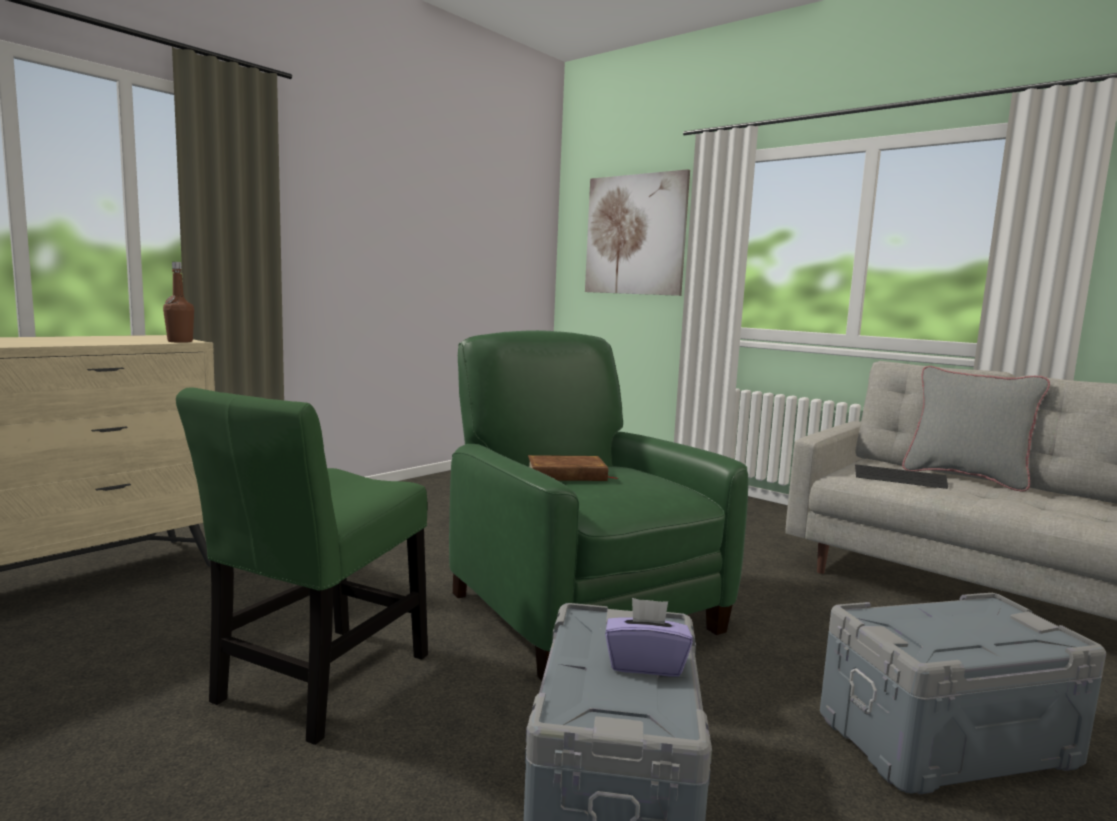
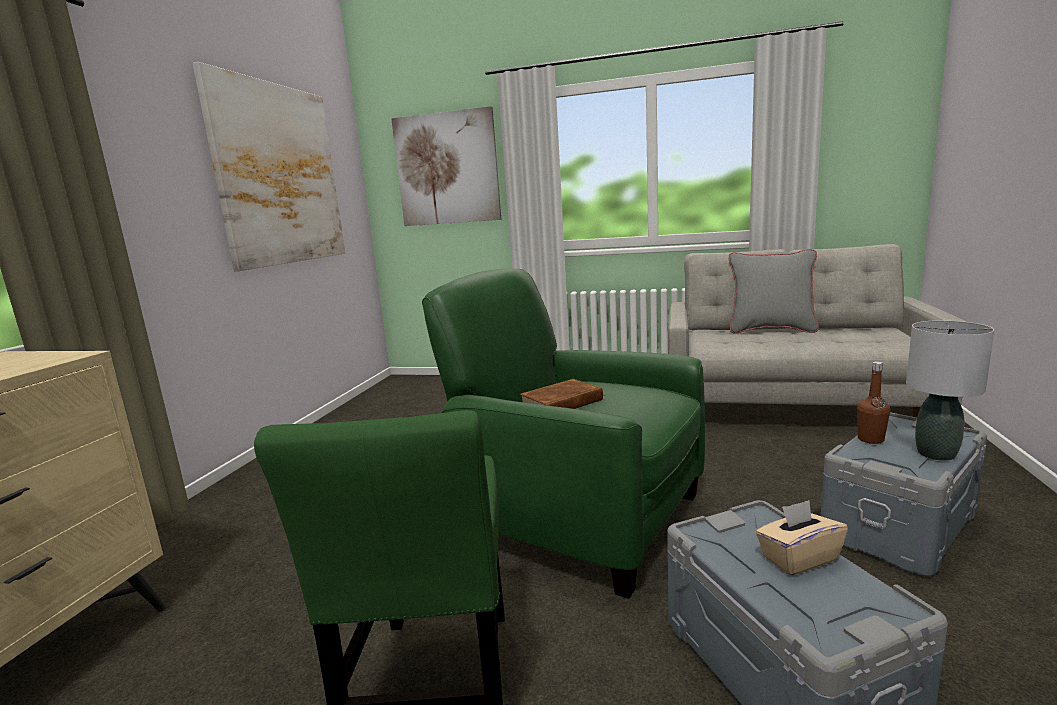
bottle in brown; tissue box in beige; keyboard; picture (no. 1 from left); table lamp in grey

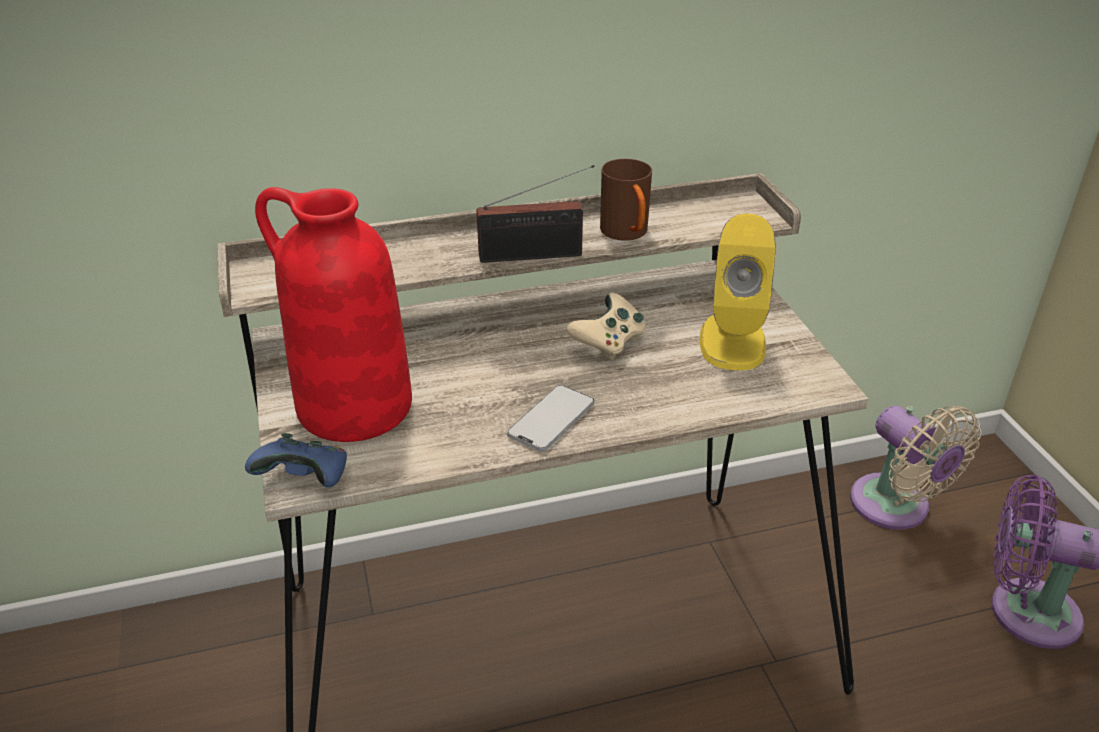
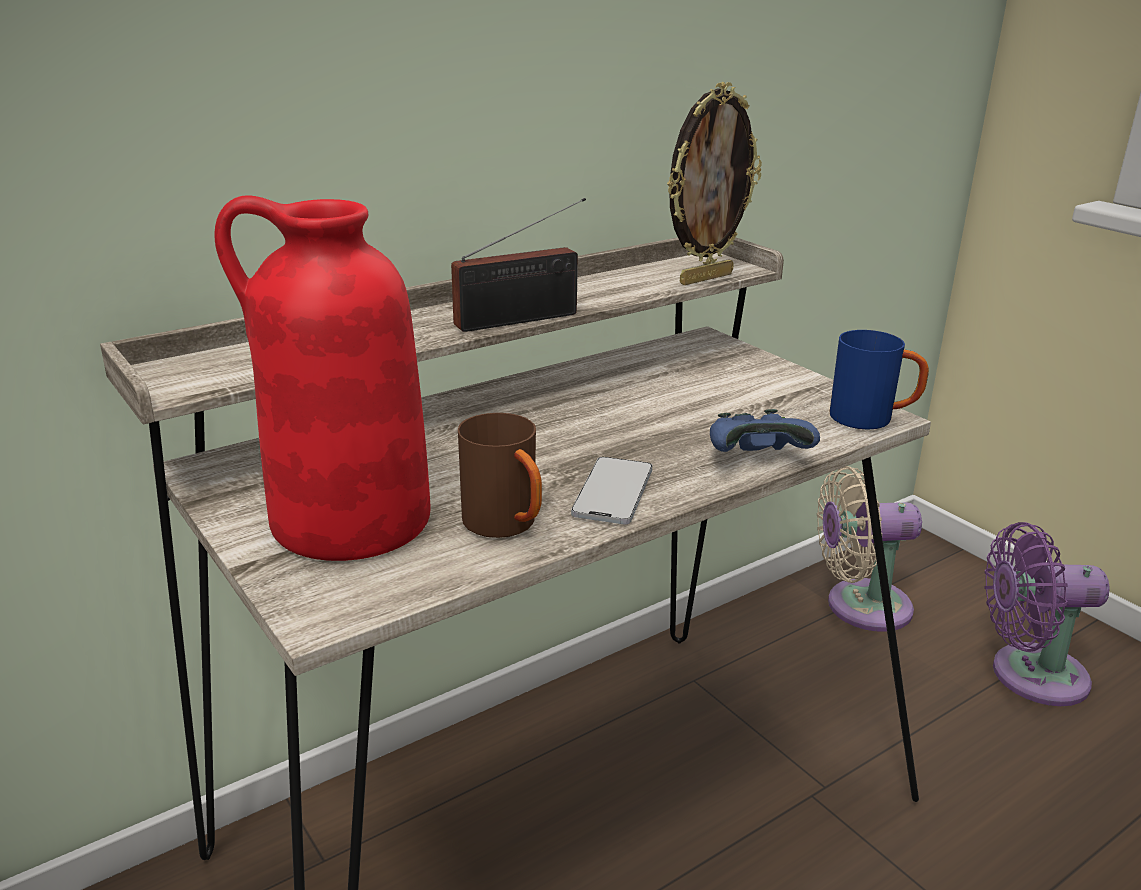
game controller in blue; game controller in beige; mug in brown; speaker in yellow; fan in beige; picture frame; mug in blue

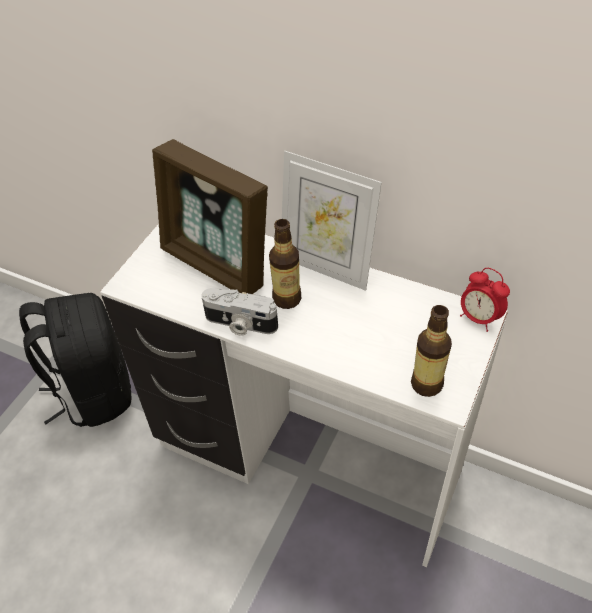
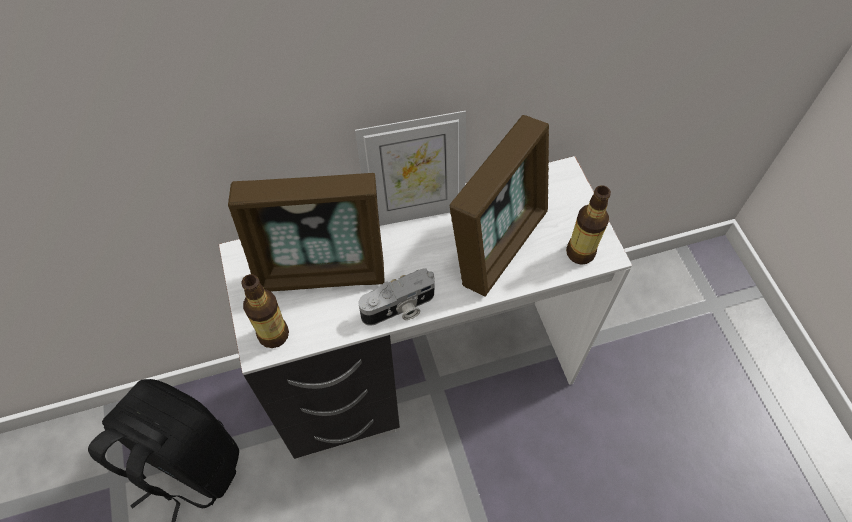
bottle (no. 1 from left); alarm clock; picture frame (no. 3 from left)

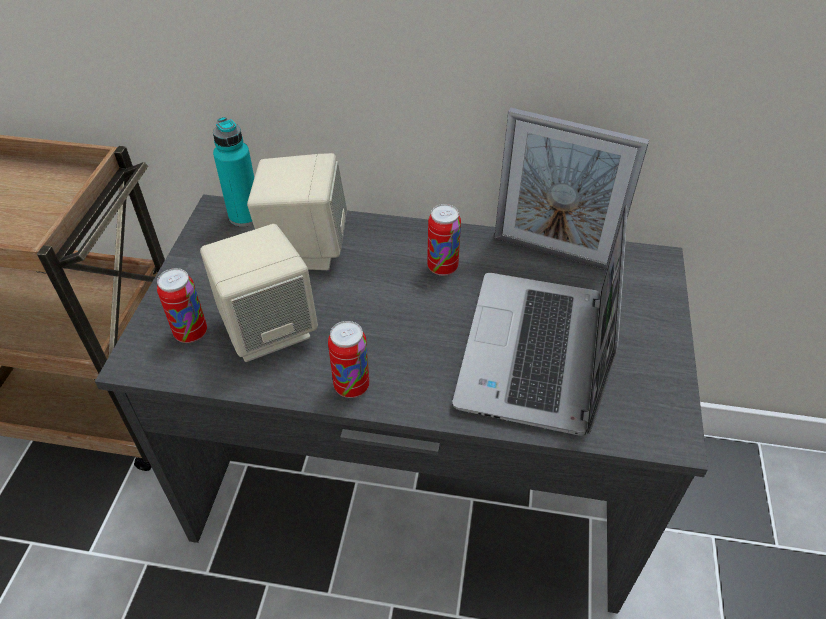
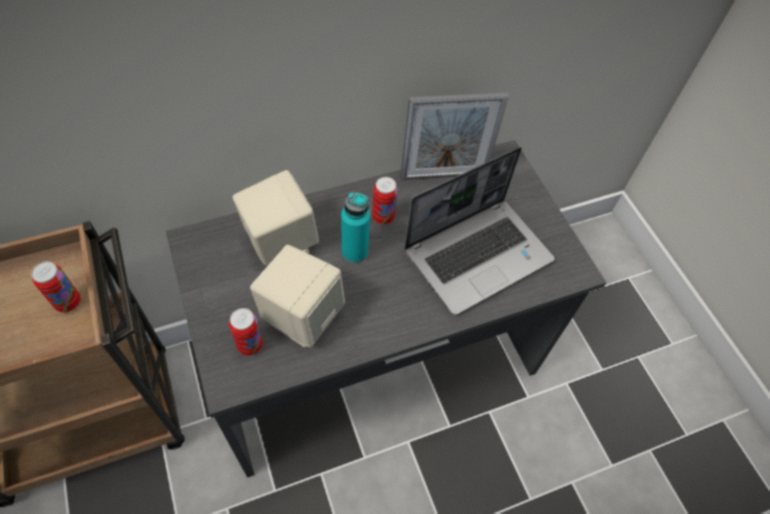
bottle in turquoise; can (no. 1 from left); laptop

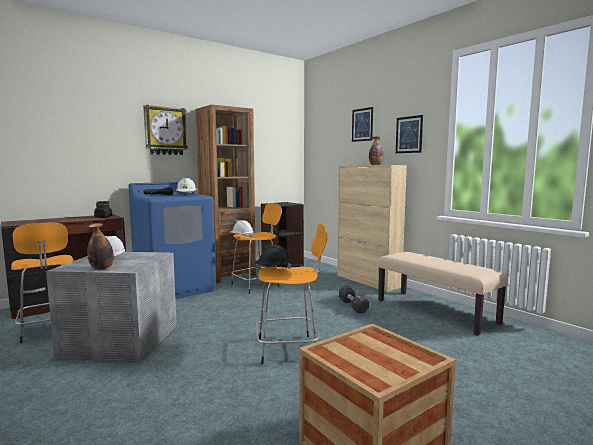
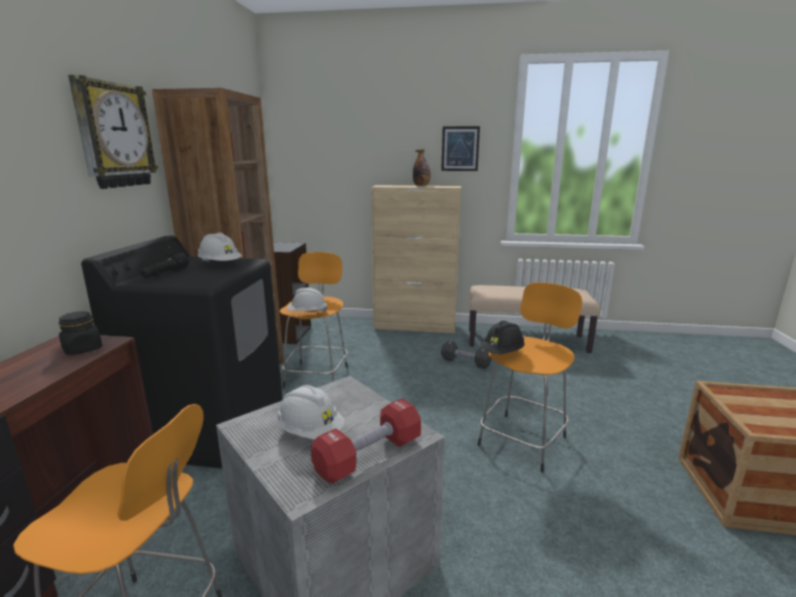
dumbbell in red; washing machine in black; picture (no. 1 from left in the first image)

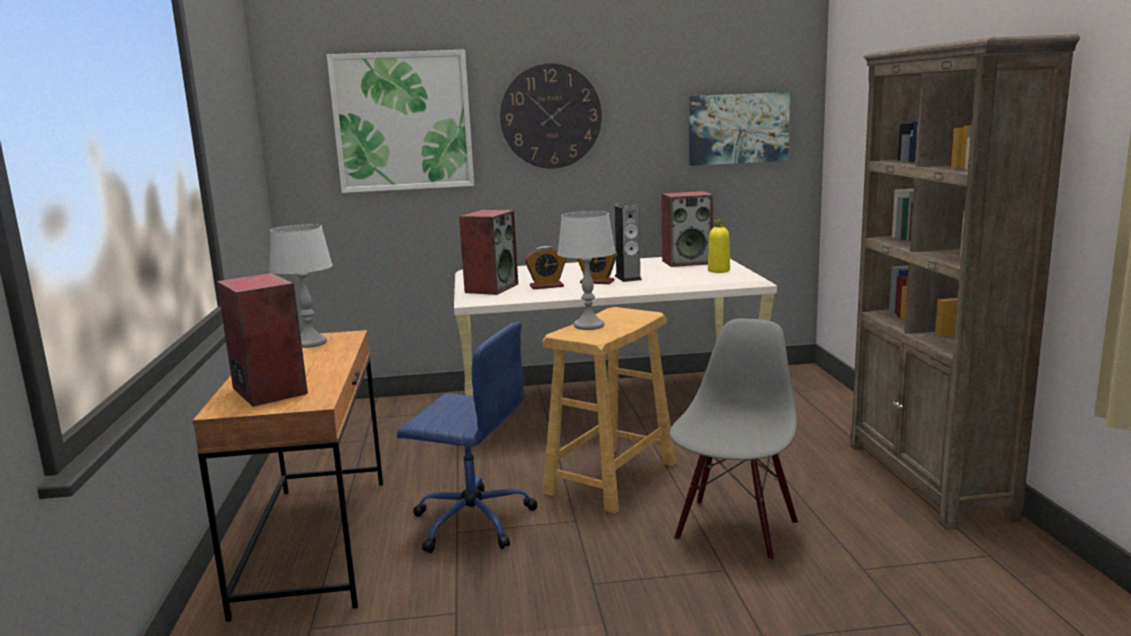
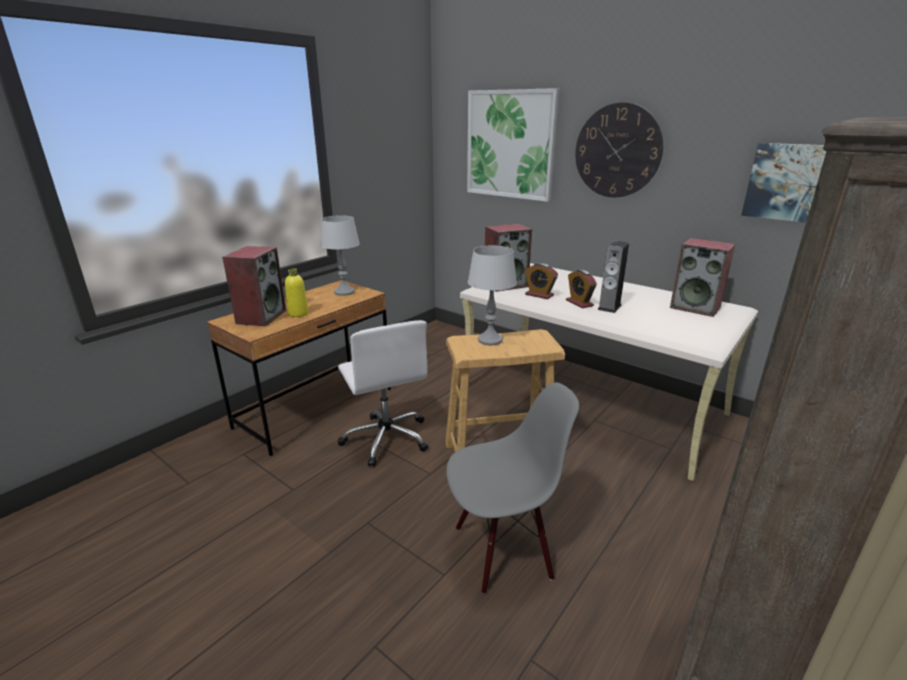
office chair in white; bottle in yellow

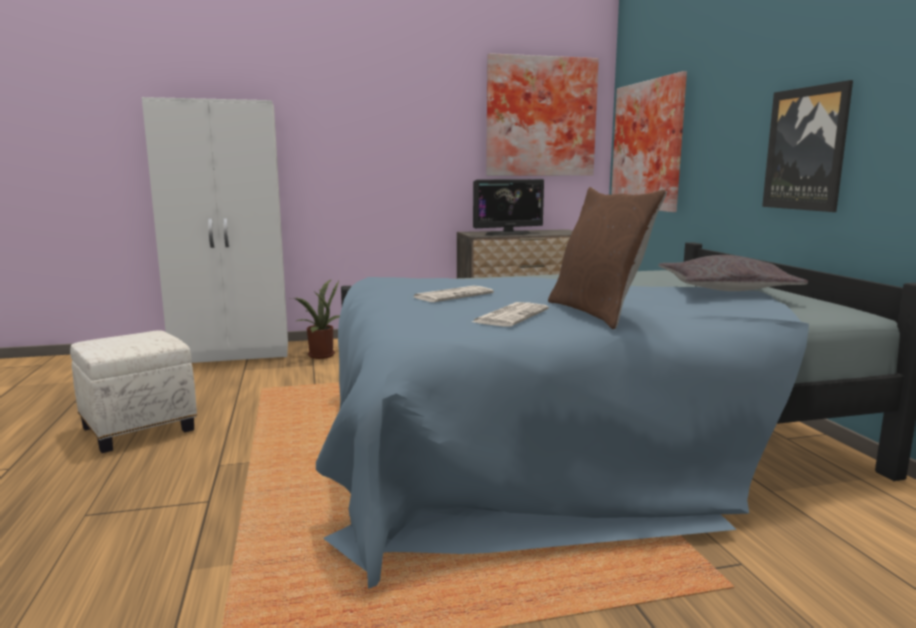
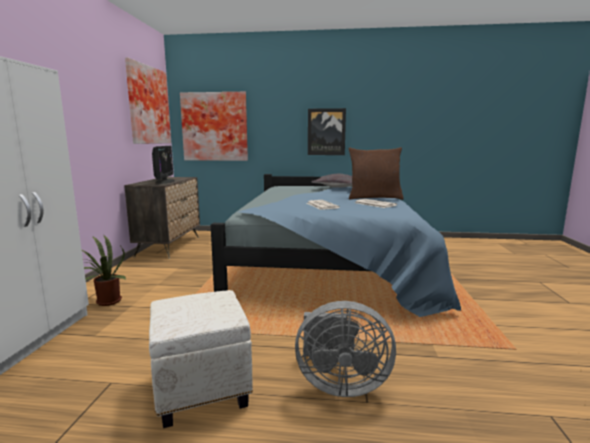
fan in grey

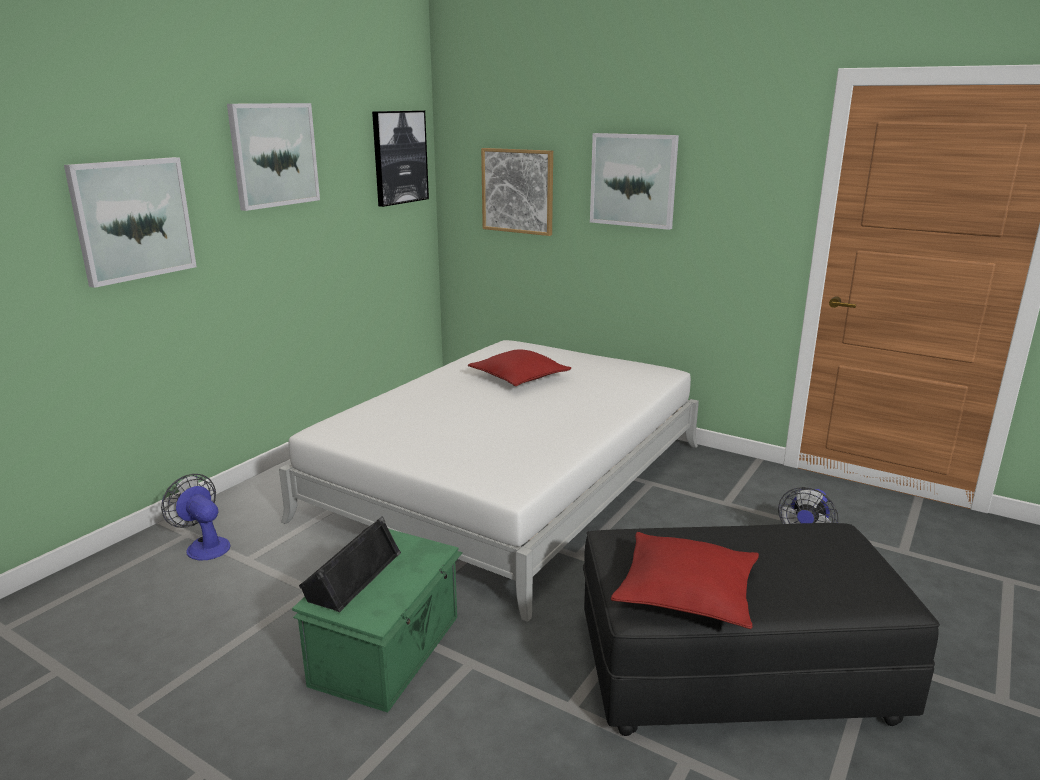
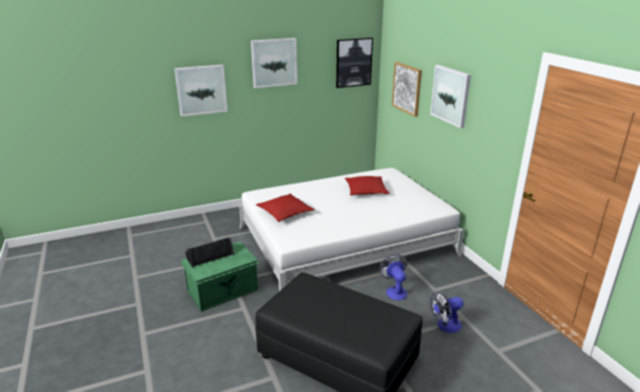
fan (no. 1 from left); pillow in red (no. 1 from left)

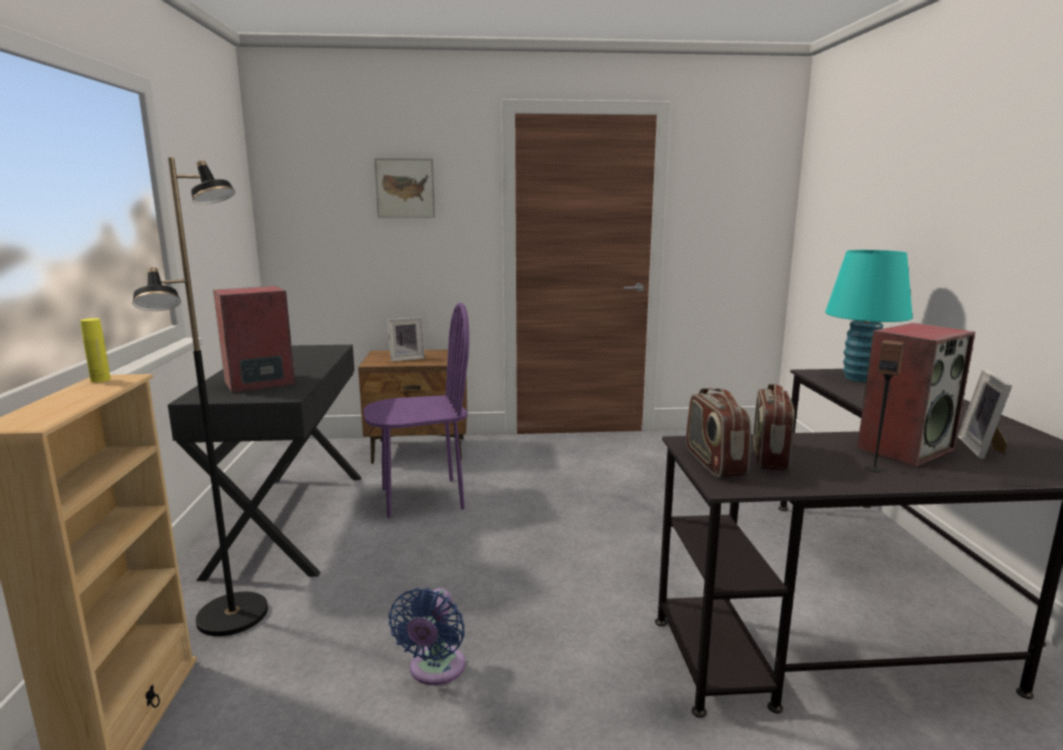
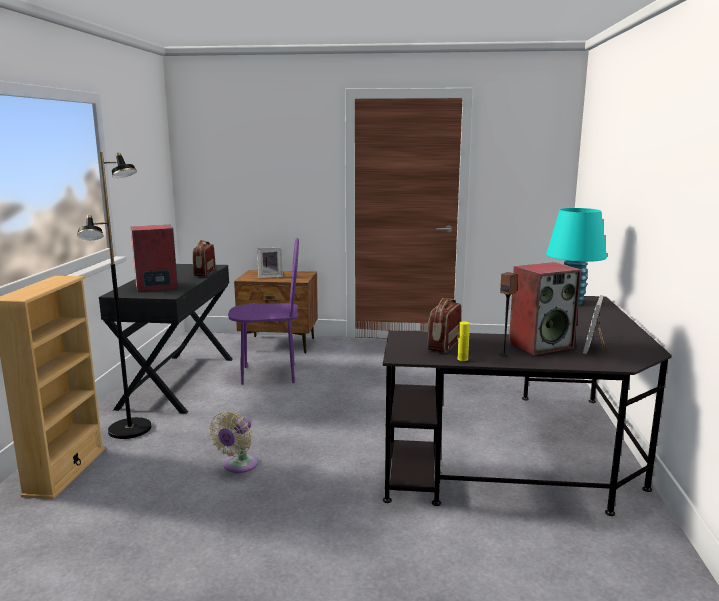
bottle in yellow; picture; fan in beige; radio (no. 1 from left)

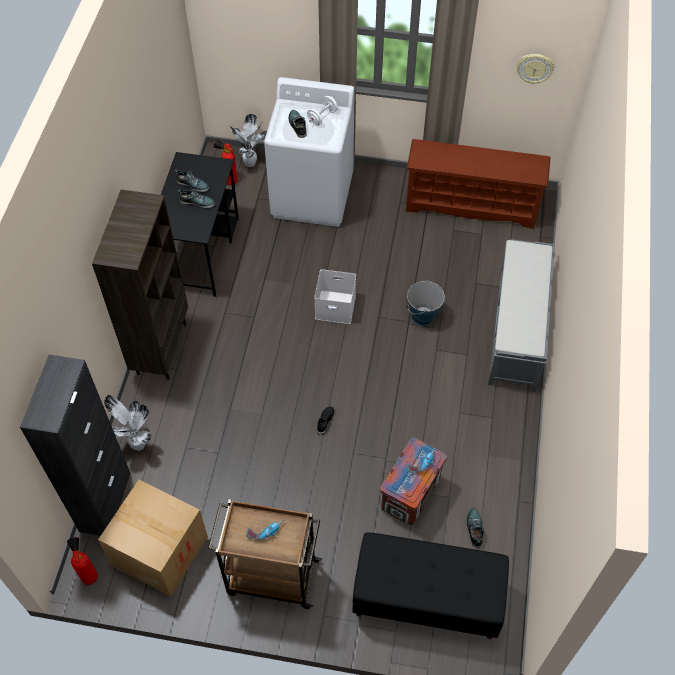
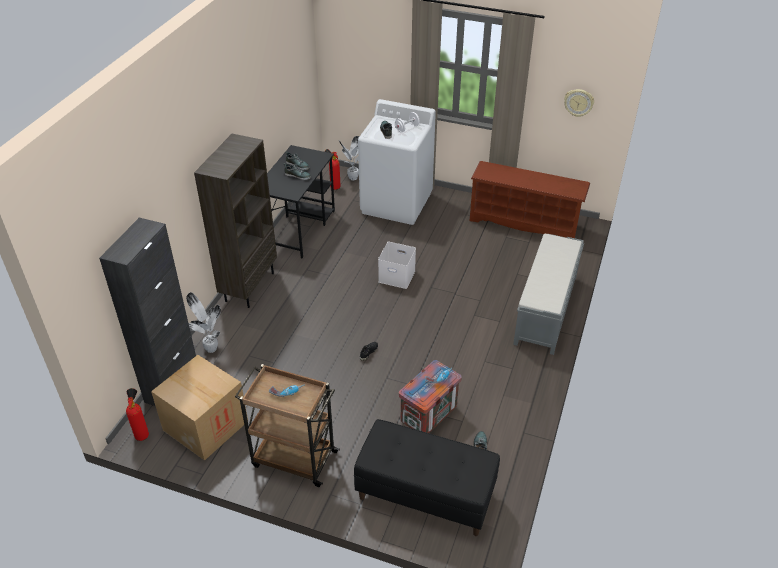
bucket

